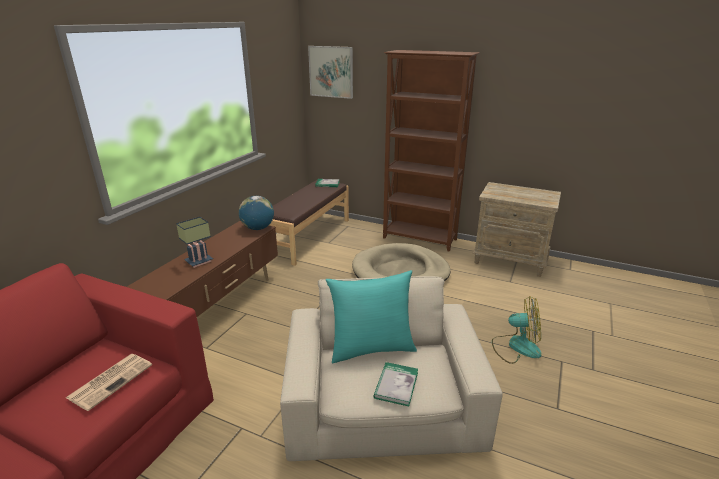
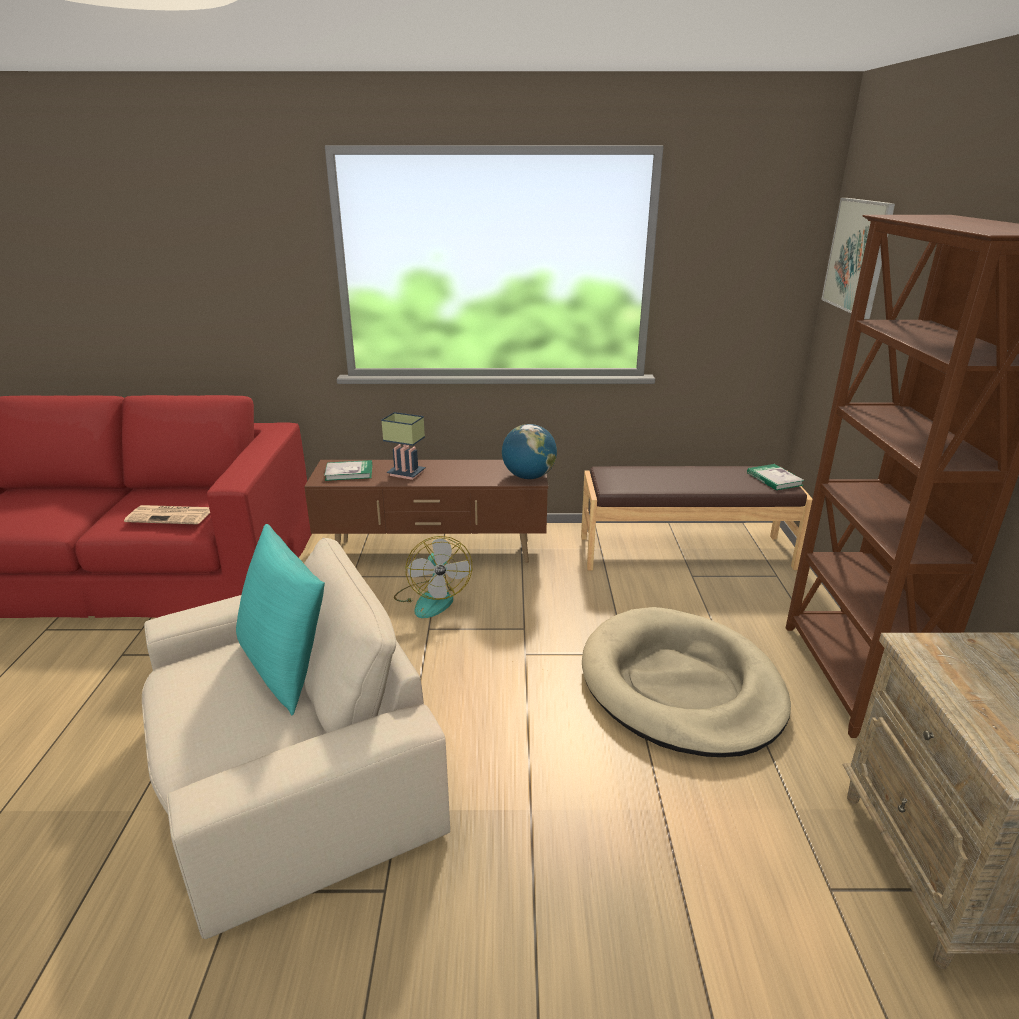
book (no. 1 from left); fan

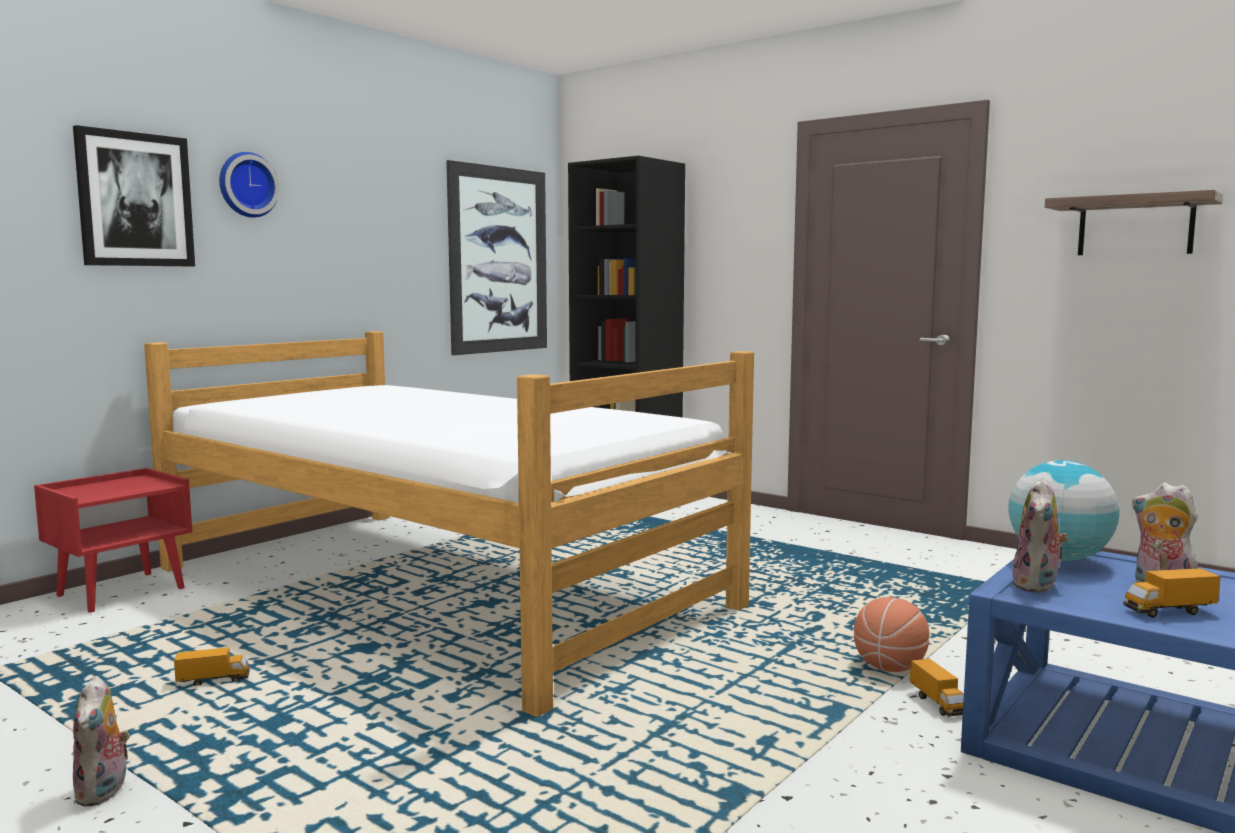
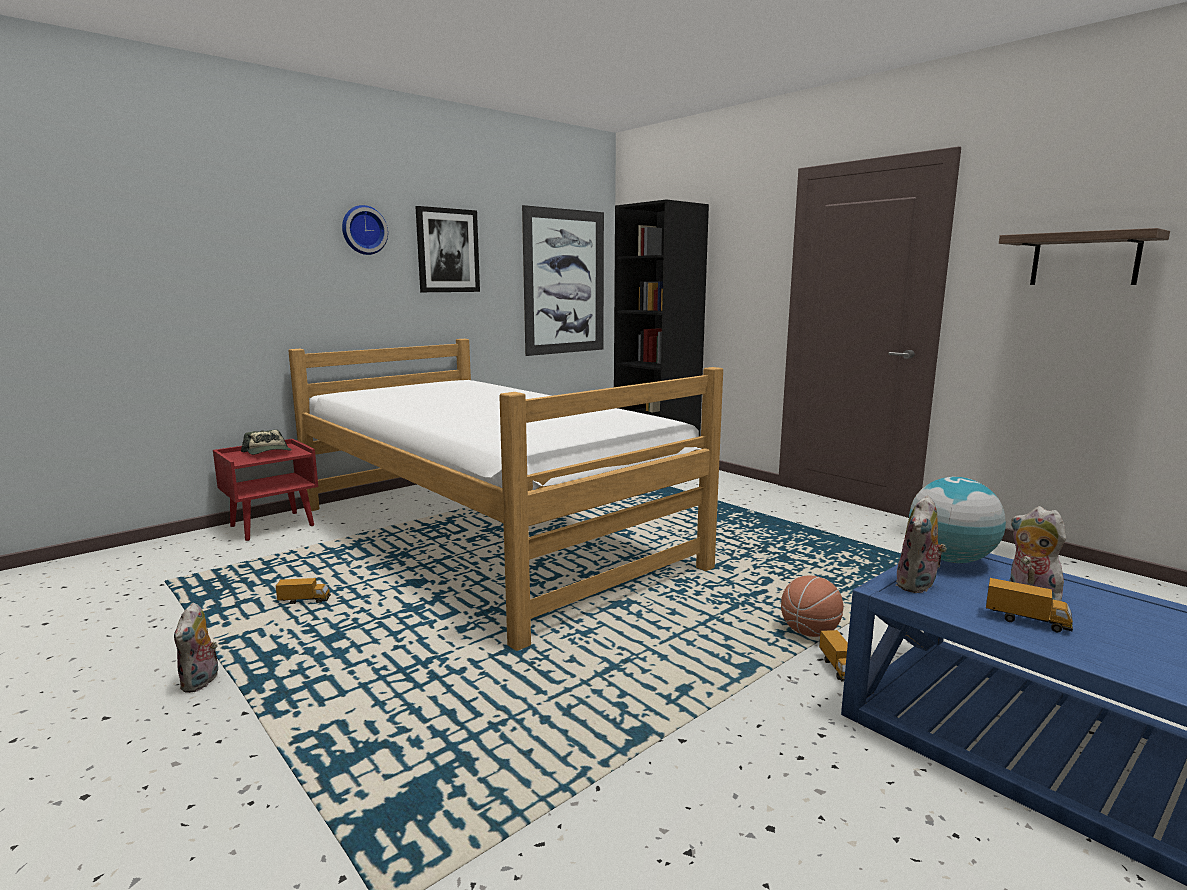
picture (no. 1 from left); toy truck (no. 3 from left); cap

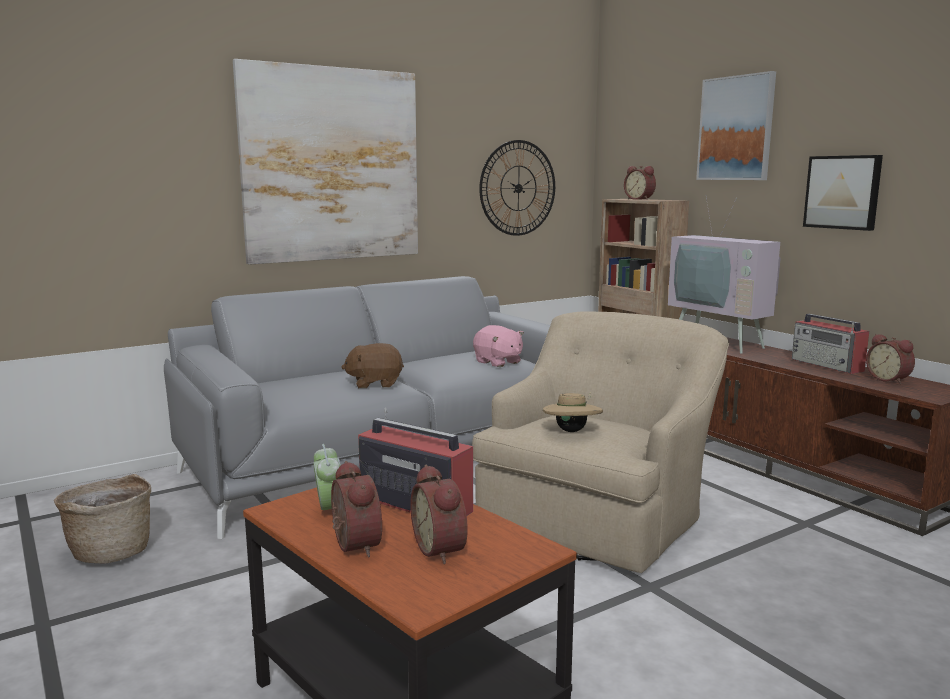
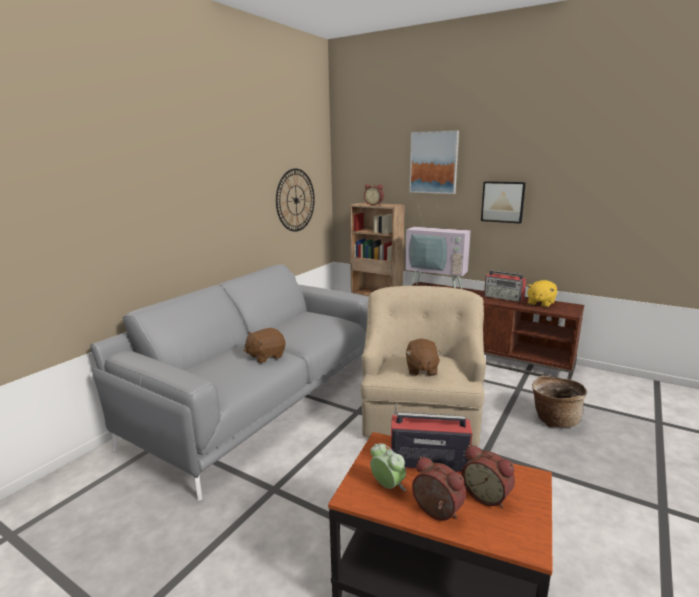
basket; picture (no. 1 from left in the first image); plush toy in pink; plush toy in brown (no. 2 from left); plush toy in yellow

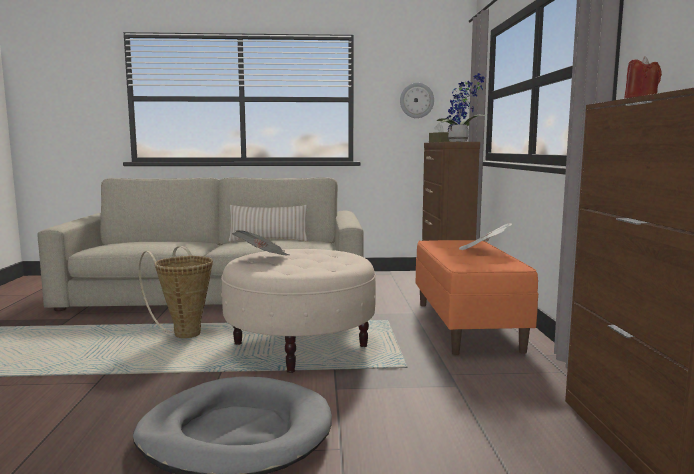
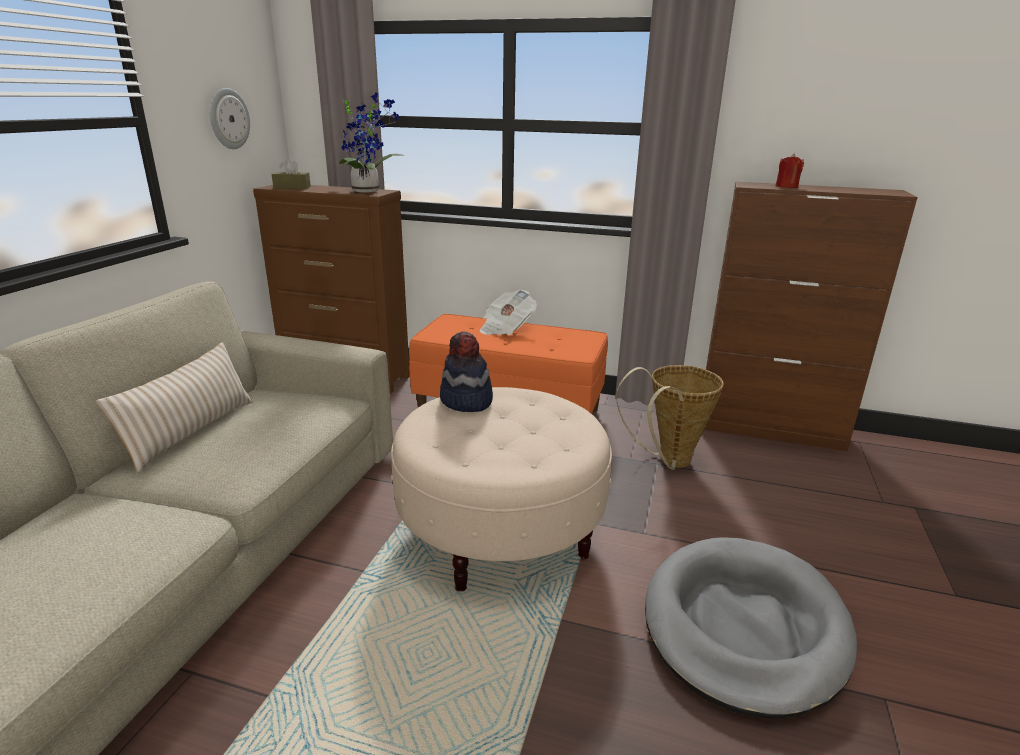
basket; newspaper (no. 1 from left in the first image); hat

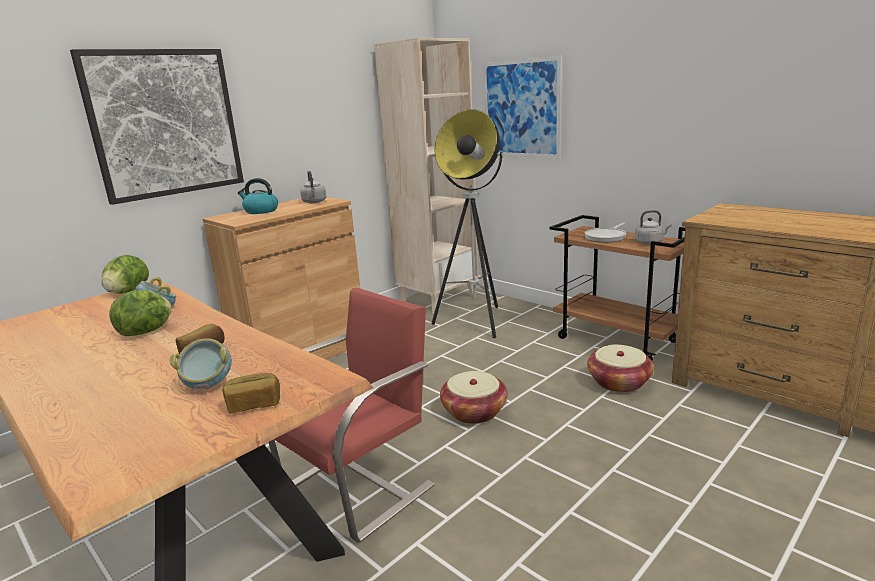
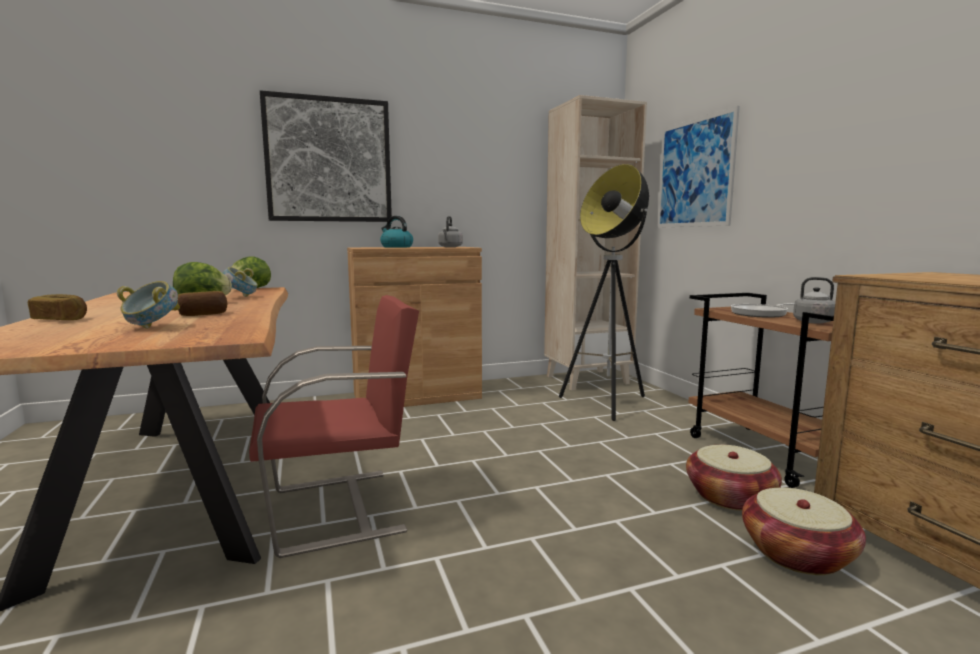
bread (no. 1 from left); basket (no. 2 from left)

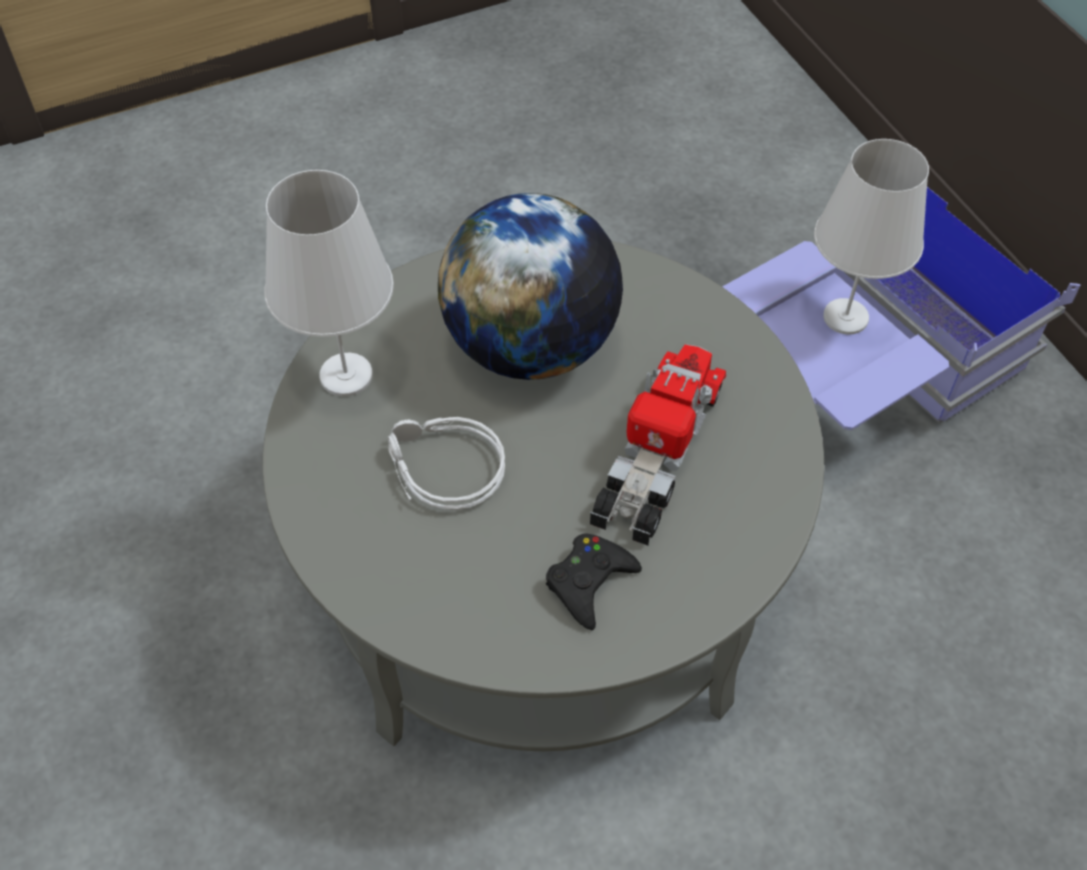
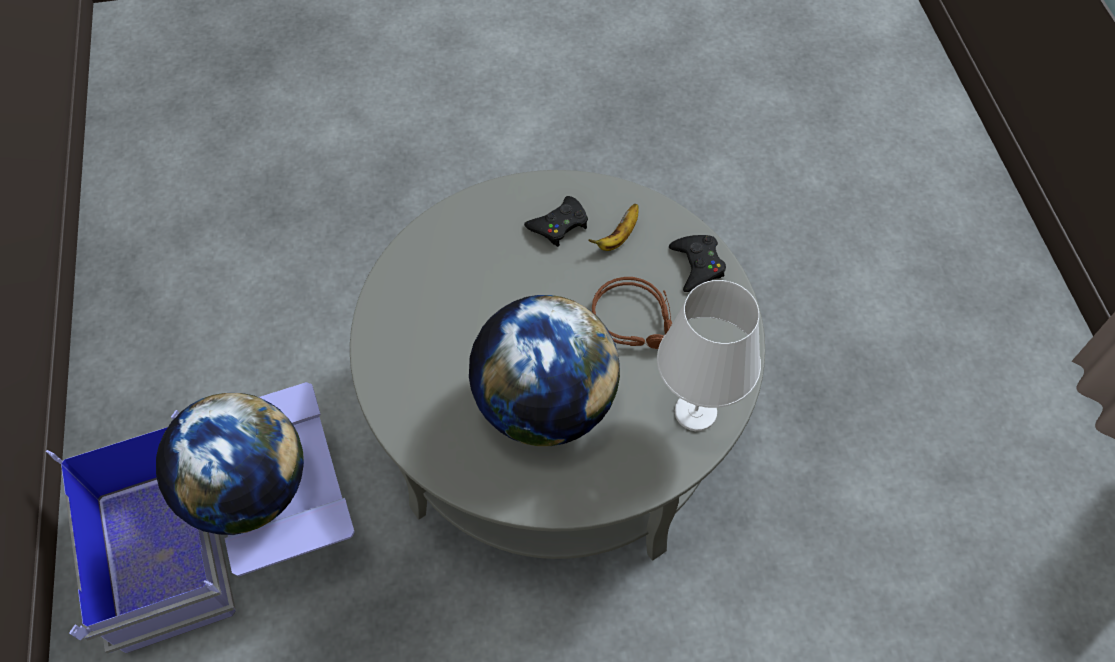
headphones in brown; toy truck; globe (no. 1 from left); banana; game controller in black (no. 2 from left)

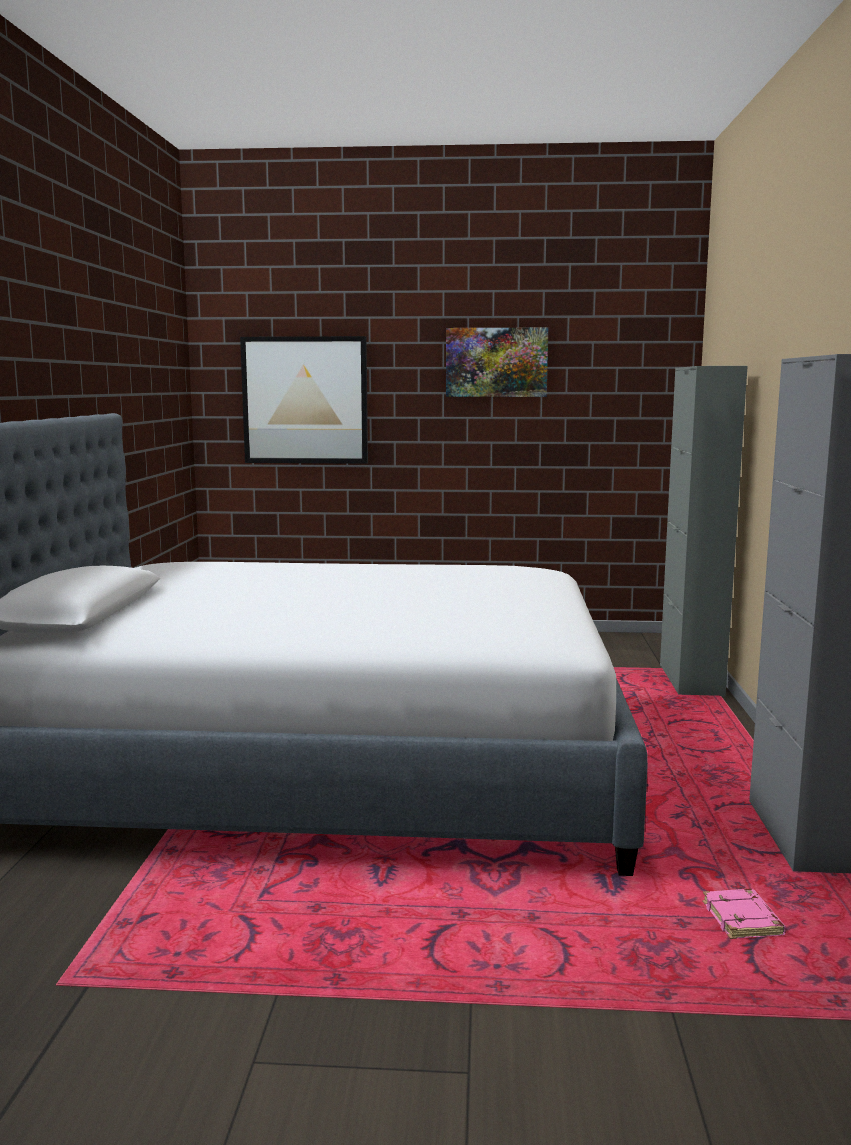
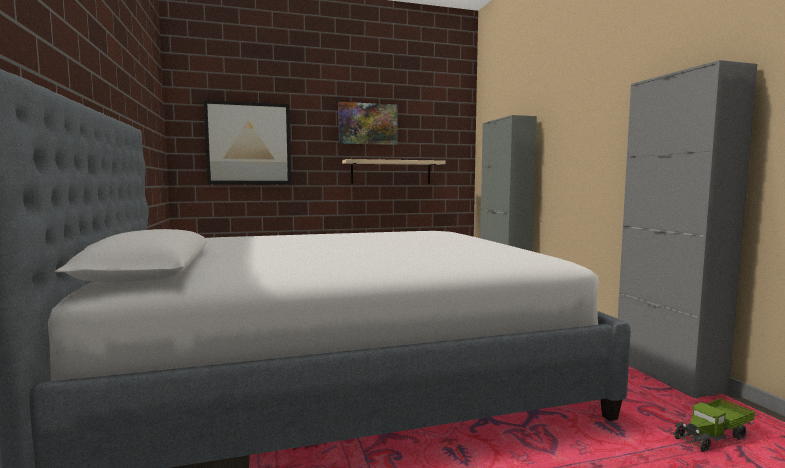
toy truck; shelf in beige

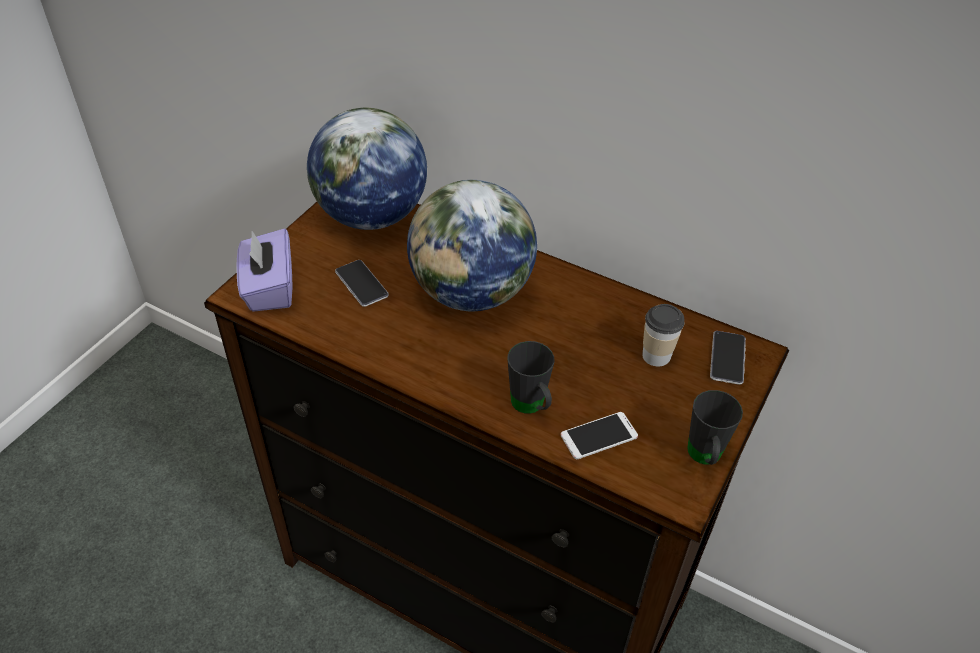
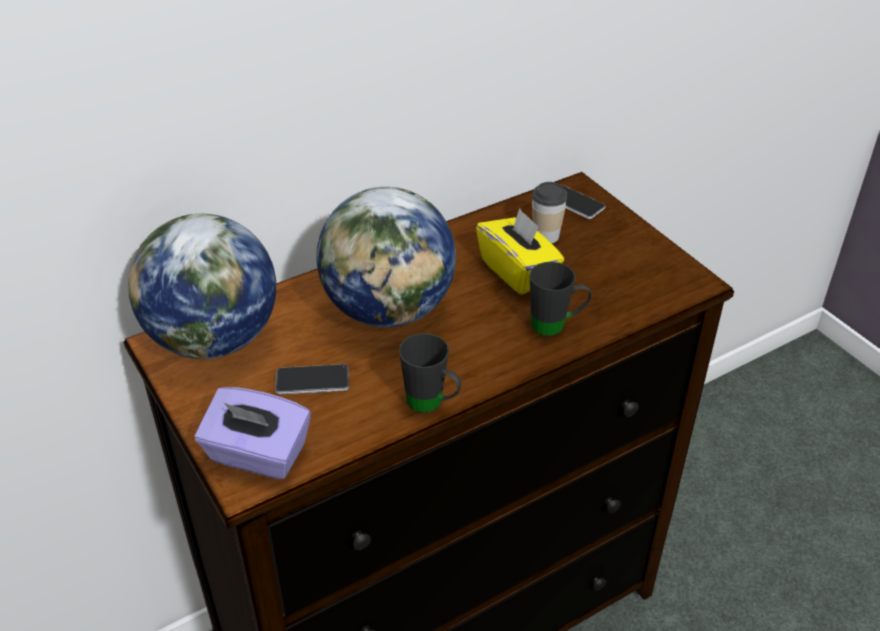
phone (no. 2 from left in the first image); mug in black (no. 1 from left); tissue box in yellow

